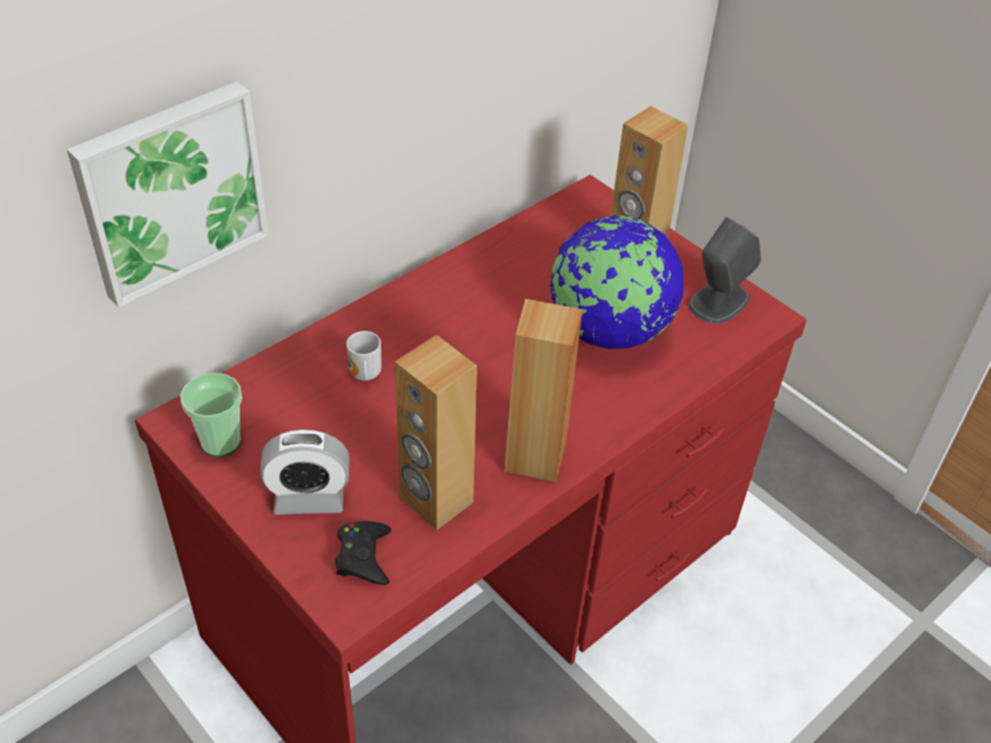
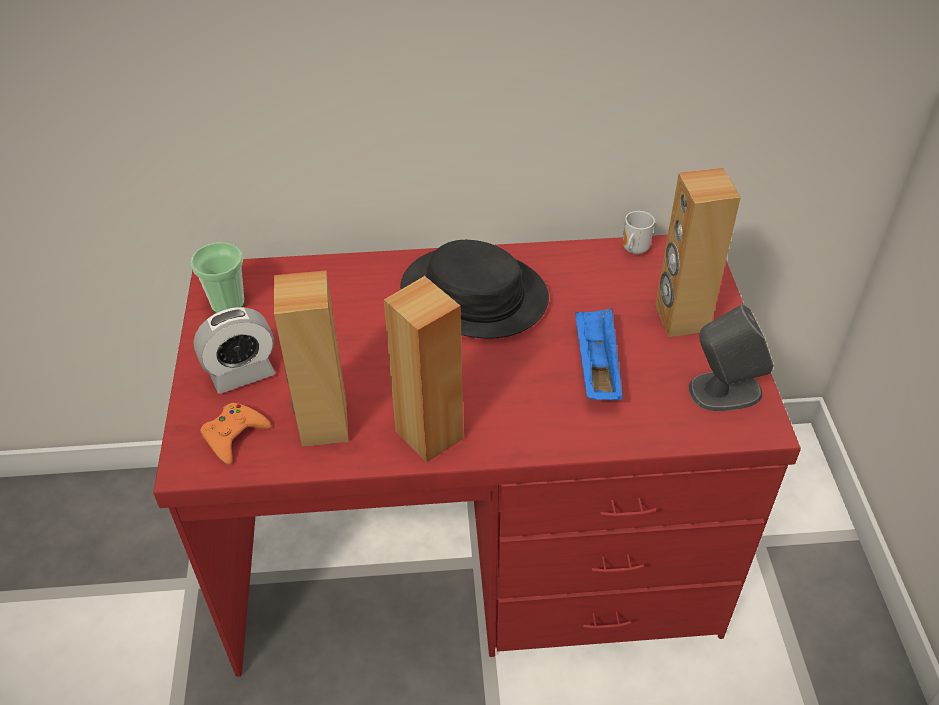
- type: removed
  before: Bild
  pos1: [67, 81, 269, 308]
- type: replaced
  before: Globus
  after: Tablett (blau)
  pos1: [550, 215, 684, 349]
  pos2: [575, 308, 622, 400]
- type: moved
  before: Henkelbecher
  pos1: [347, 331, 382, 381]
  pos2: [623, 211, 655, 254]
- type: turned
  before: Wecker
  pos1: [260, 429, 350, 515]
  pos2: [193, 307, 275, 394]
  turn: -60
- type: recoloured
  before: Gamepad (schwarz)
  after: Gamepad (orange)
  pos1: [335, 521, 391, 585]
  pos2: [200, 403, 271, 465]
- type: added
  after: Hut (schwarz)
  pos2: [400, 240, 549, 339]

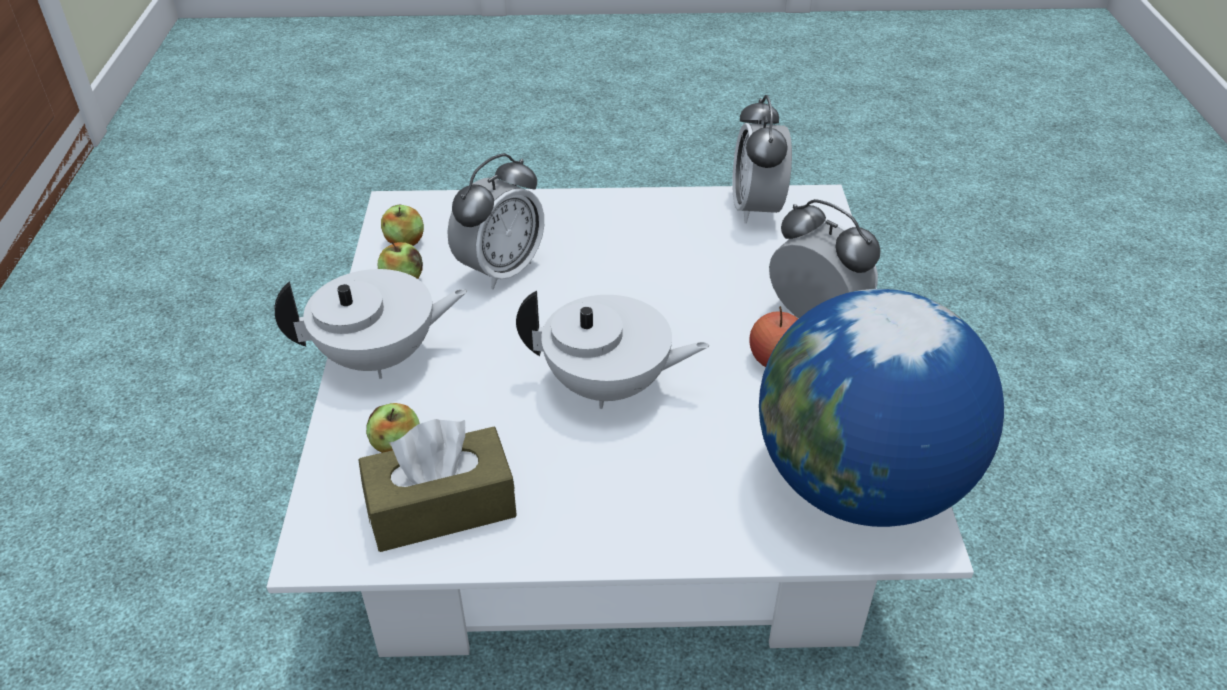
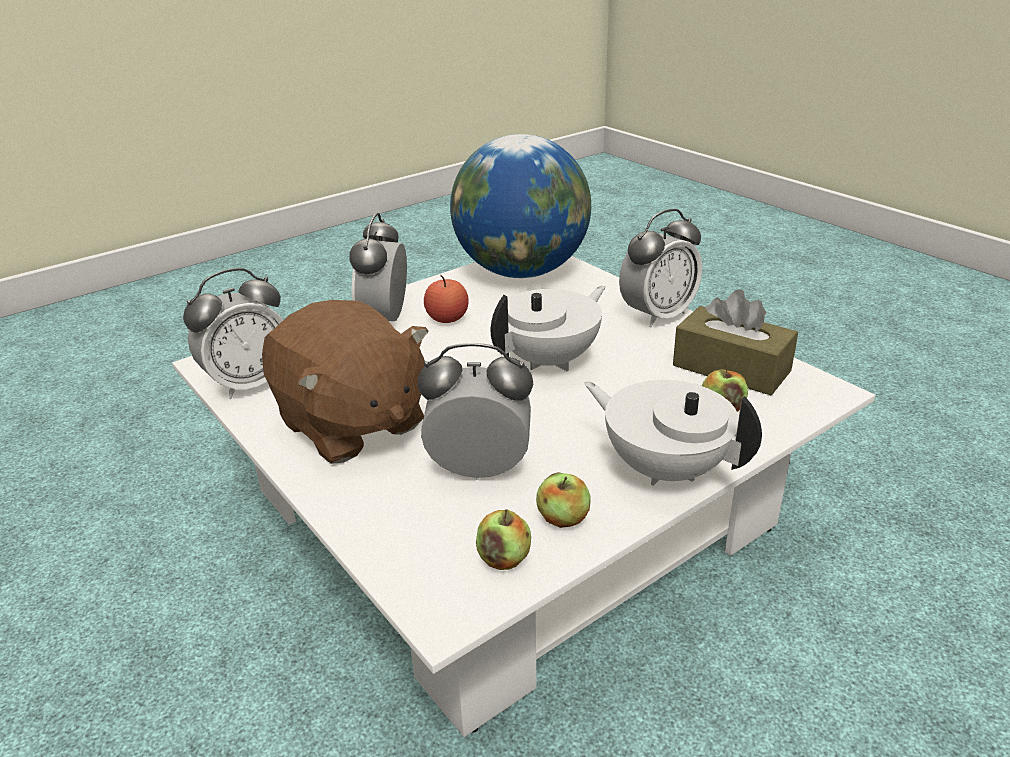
- type: turned
  before: Teekanne (weiß)
  pos1: [516, 291, 709, 409]
  pos2: [491, 286, 605, 371]
  turn: 75
- type: added
  after: Wecker
  pos2: [619, 209, 702, 328]
- type: added
  after: Plüschtier (braun)
  pos2: [262, 300, 428, 464]

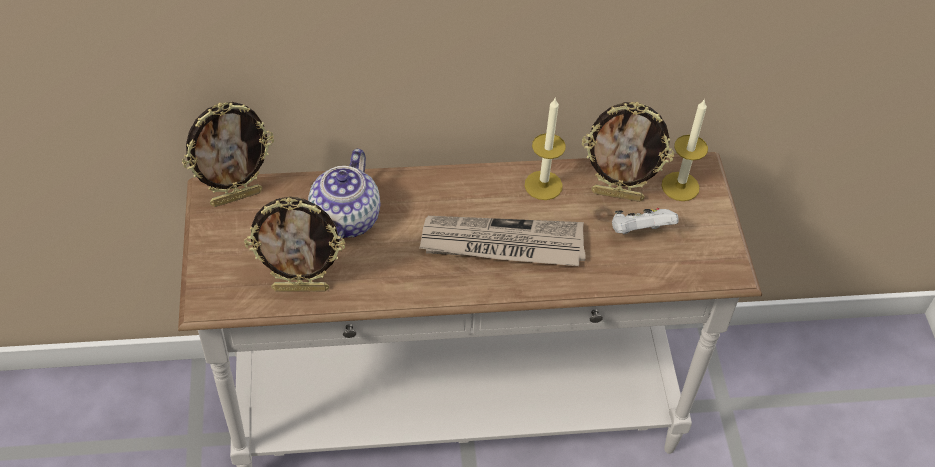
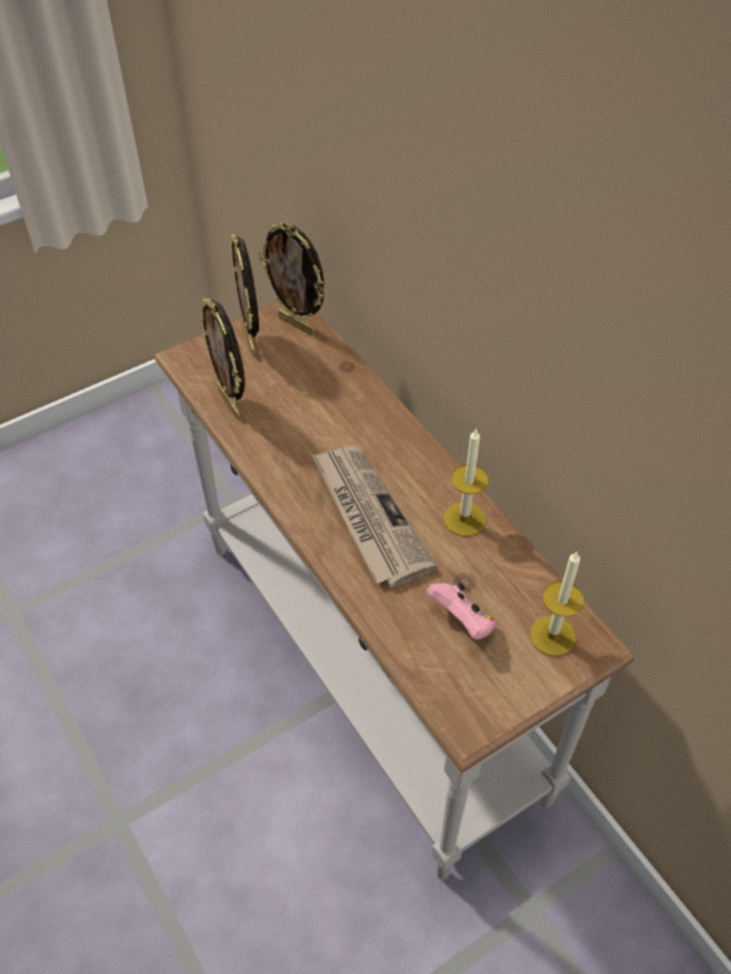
- type: moved
  before: Bilderrahmen
  pos1: [582, 102, 674, 202]
  pos2: [231, 234, 259, 356]
- type: removed
  before: Teekanne
  pos1: [308, 149, 380, 240]
- type: recoloured
  before: Gamepad (weiß)
  after: Gamepad (rosa)
  pos1: [612, 208, 679, 234]
  pos2: [426, 583, 496, 640]

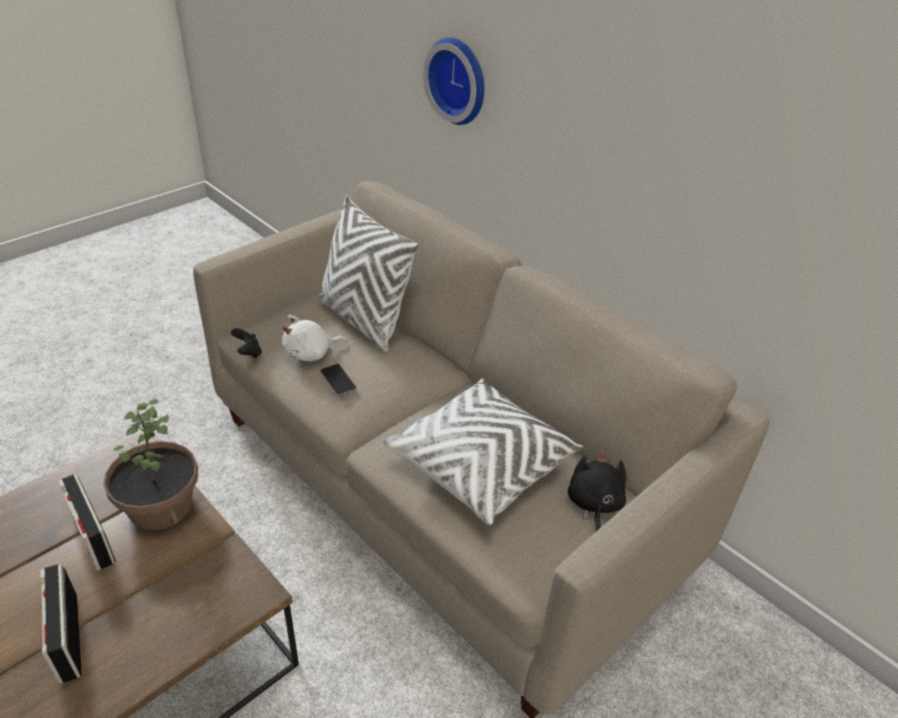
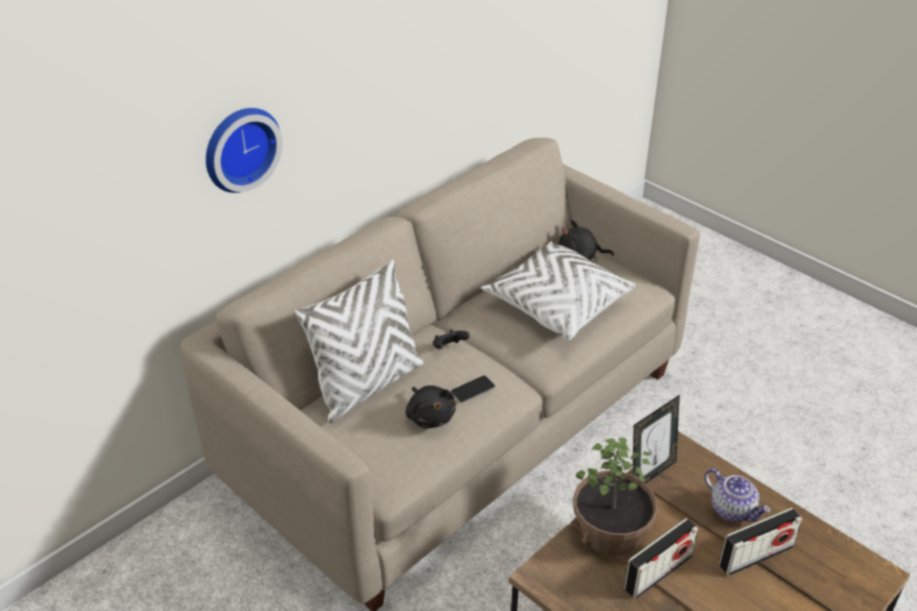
- type: recoloured
  before: Plüschtier (weiß)
  after: Plüschtier (schwarz)
  pos1: [282, 315, 347, 361]
  pos2: [406, 385, 456, 428]
- type: moved
  before: Gamepad (schwarz)
  pos1: [231, 328, 262, 358]
  pos2: [433, 329, 470, 349]
- type: added
  after: Bilderrahmen
  pos2: [633, 395, 680, 483]
- type: added
  after: Teekanne
  pos2: [704, 468, 771, 522]

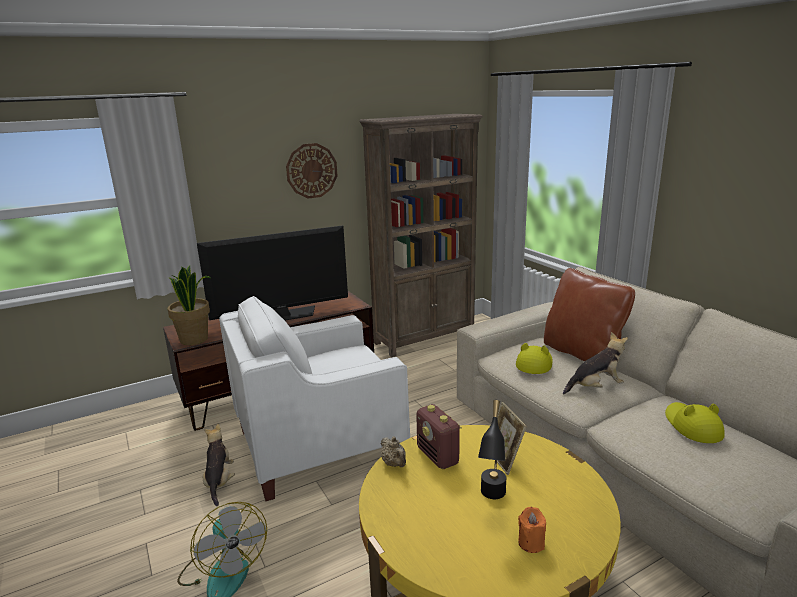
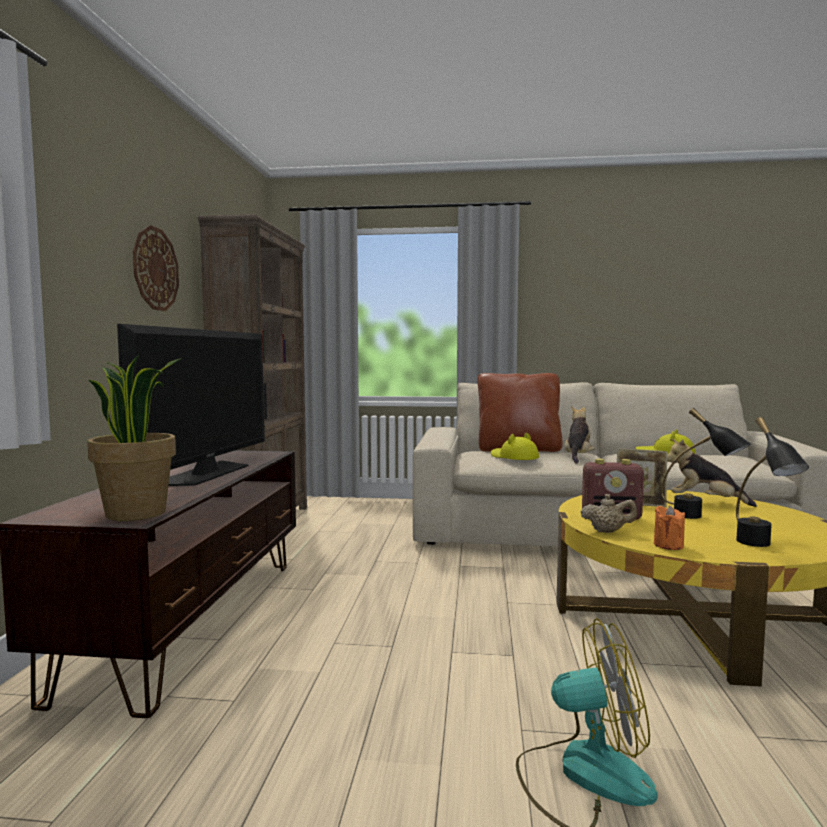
- type: removed
  before: Sessel (weiß)
  pos1: [219, 296, 410, 501]
- type: moved
  before: Plüschtier
  pos1: [203, 424, 235, 506]
  pos2: [667, 439, 757, 507]
- type: moved
  before: Kerze (orange)
  pos1: [518, 507, 546, 553]
  pos2: [654, 505, 685, 550]
- type: added
  after: Tischlampe (schwarz)
  pos2: [736, 417, 809, 547]

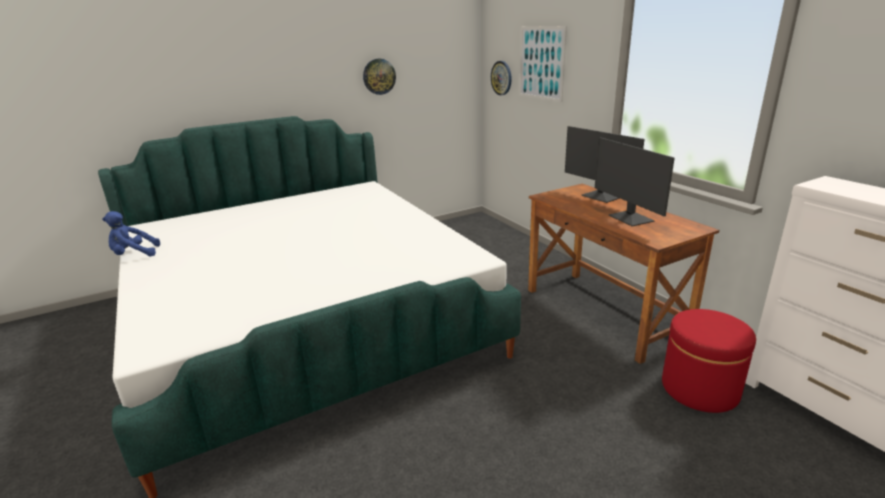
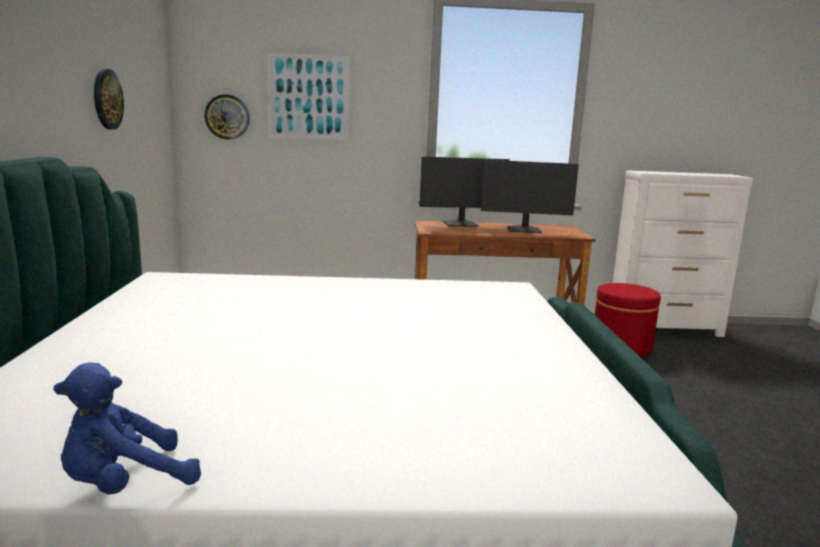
- type: turned
  before: Plüschtier (blau)
  pos1: [102, 211, 160, 256]
  pos2: [53, 363, 201, 495]
  turn: 45

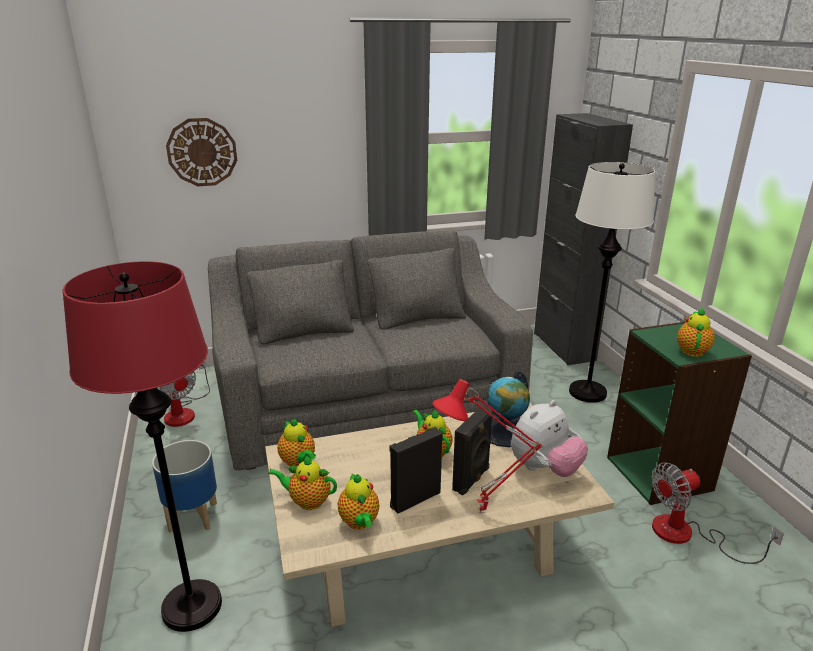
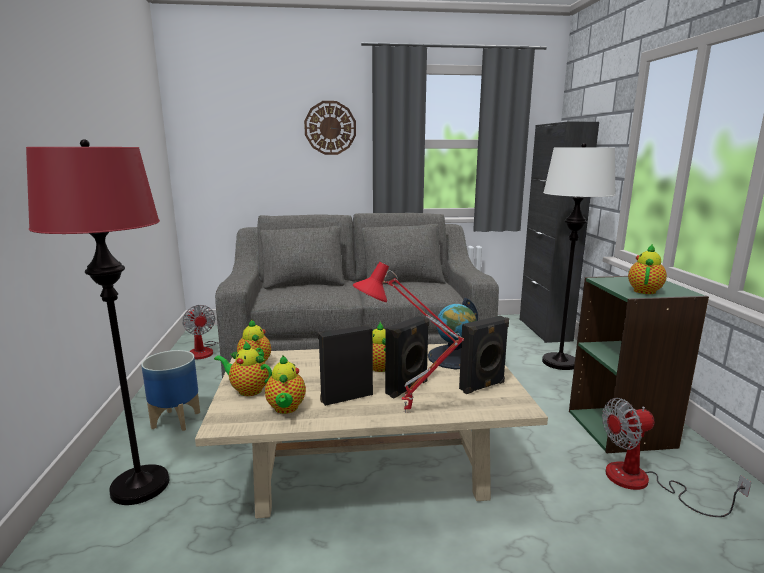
- type: moved
  before: Wanduhr
  pos1: [166, 118, 237, 186]
  pos2: [304, 101, 356, 155]
- type: replaced
  before: Plüschtier
  after: Lautsprecher (schwarz)
  pos1: [511, 400, 588, 477]
  pos2: [459, 316, 509, 394]

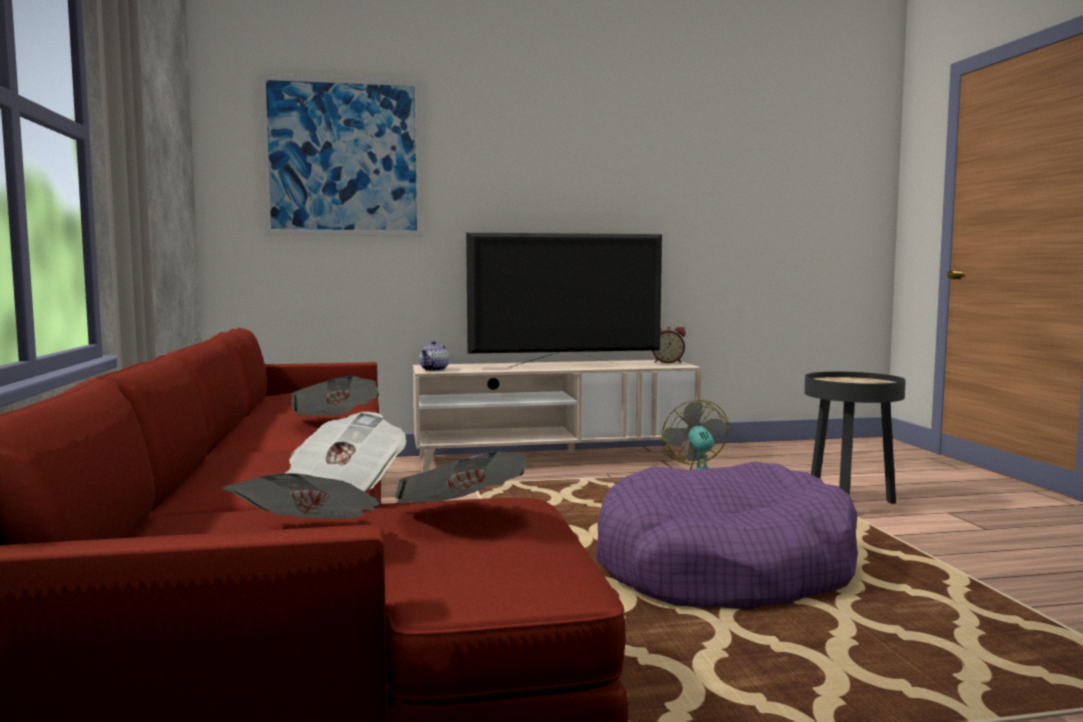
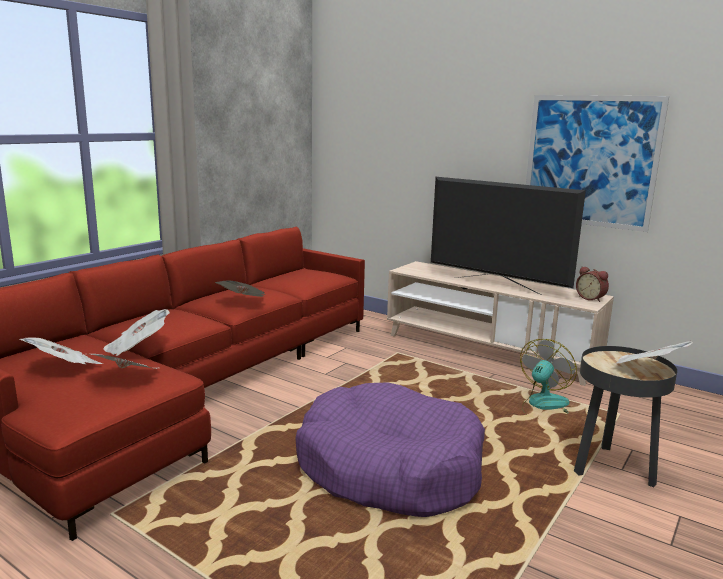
- type: moved
  before: Bild
  pos1: [259, 73, 423, 236]
  pos2: [526, 95, 669, 232]
- type: removed
  before: Teekanne
  pos1: [419, 341, 449, 371]
- type: added
  after: Zeitung
  pos2: [616, 341, 693, 364]

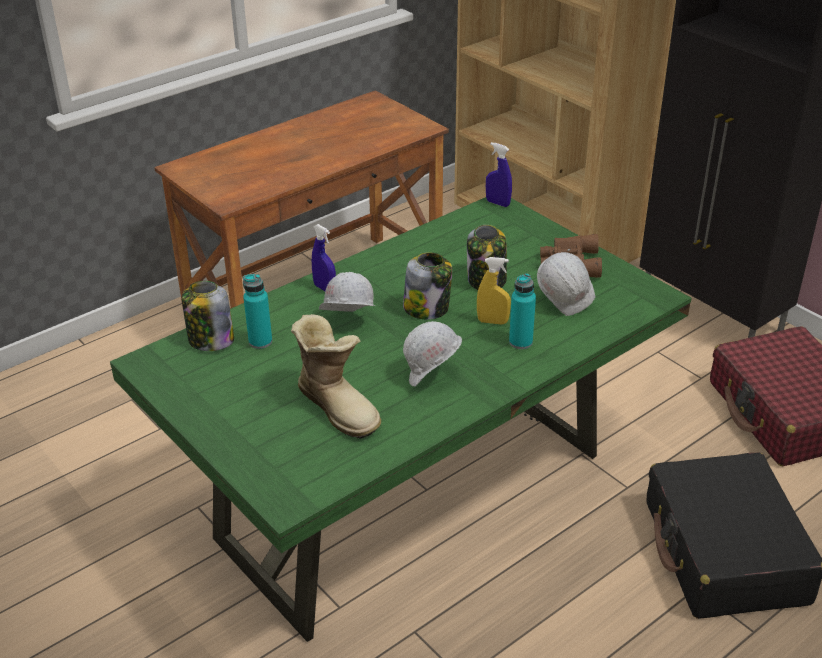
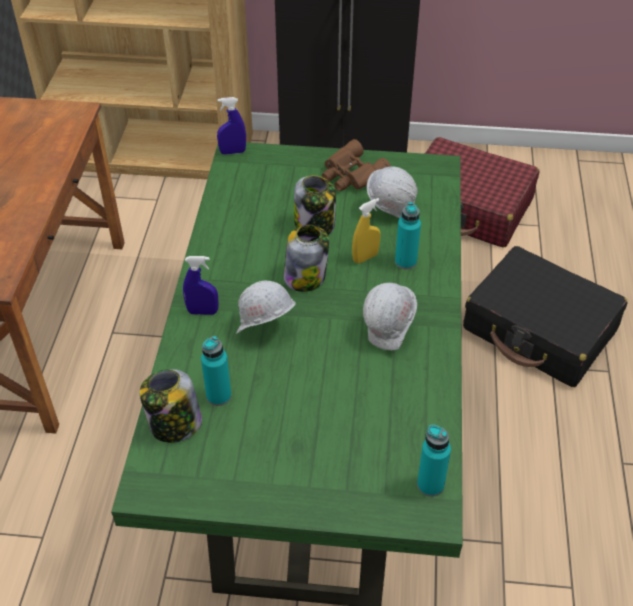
- type: removed
  before: Stiefel
  pos1: [291, 314, 381, 439]
- type: added
  after: Flasche (türkis)
  pos2: [417, 424, 451, 497]

